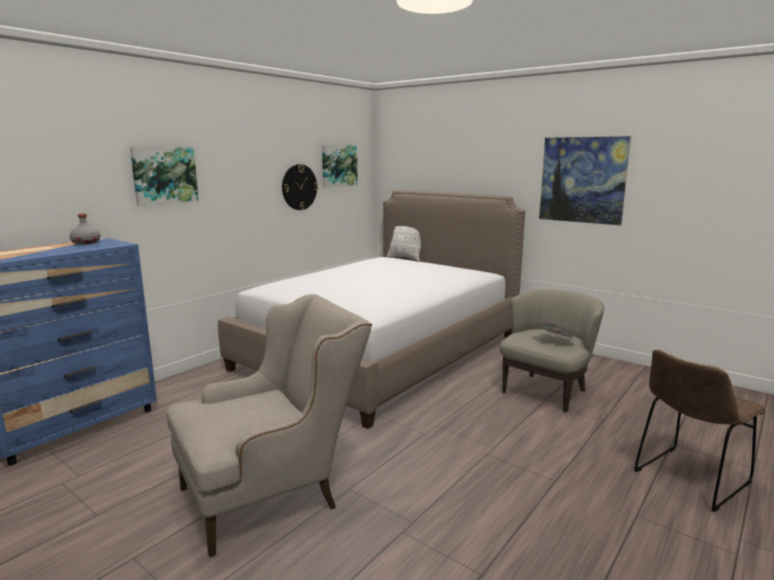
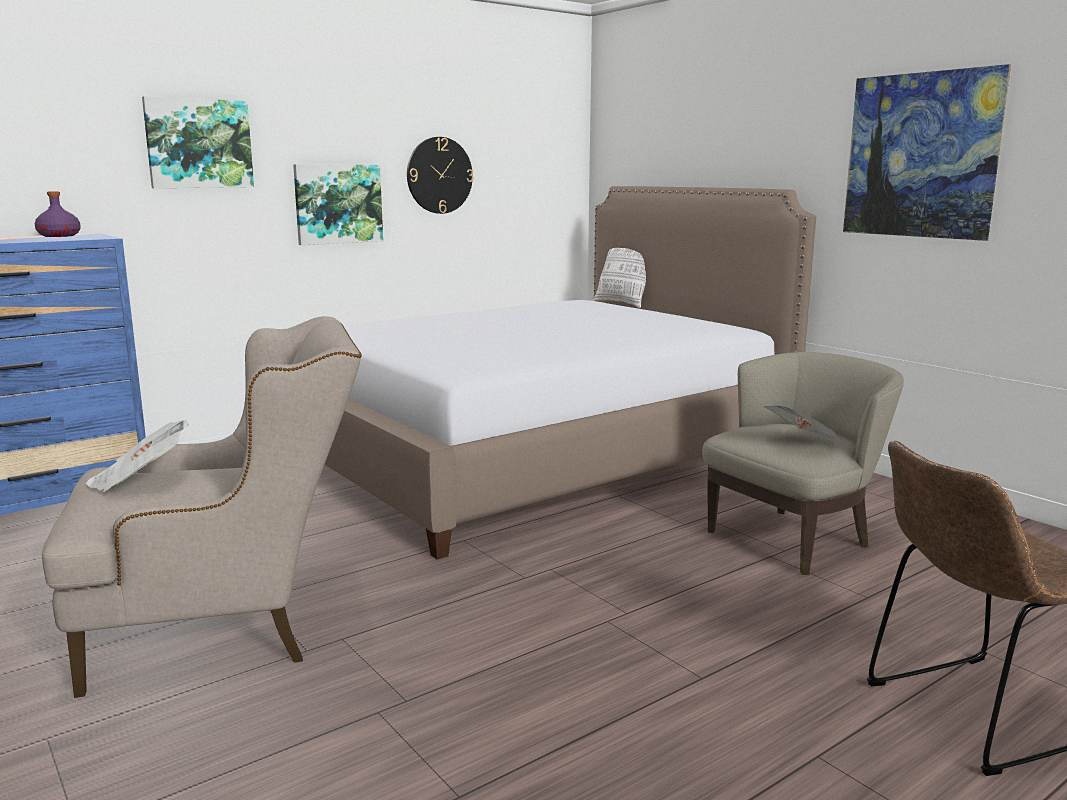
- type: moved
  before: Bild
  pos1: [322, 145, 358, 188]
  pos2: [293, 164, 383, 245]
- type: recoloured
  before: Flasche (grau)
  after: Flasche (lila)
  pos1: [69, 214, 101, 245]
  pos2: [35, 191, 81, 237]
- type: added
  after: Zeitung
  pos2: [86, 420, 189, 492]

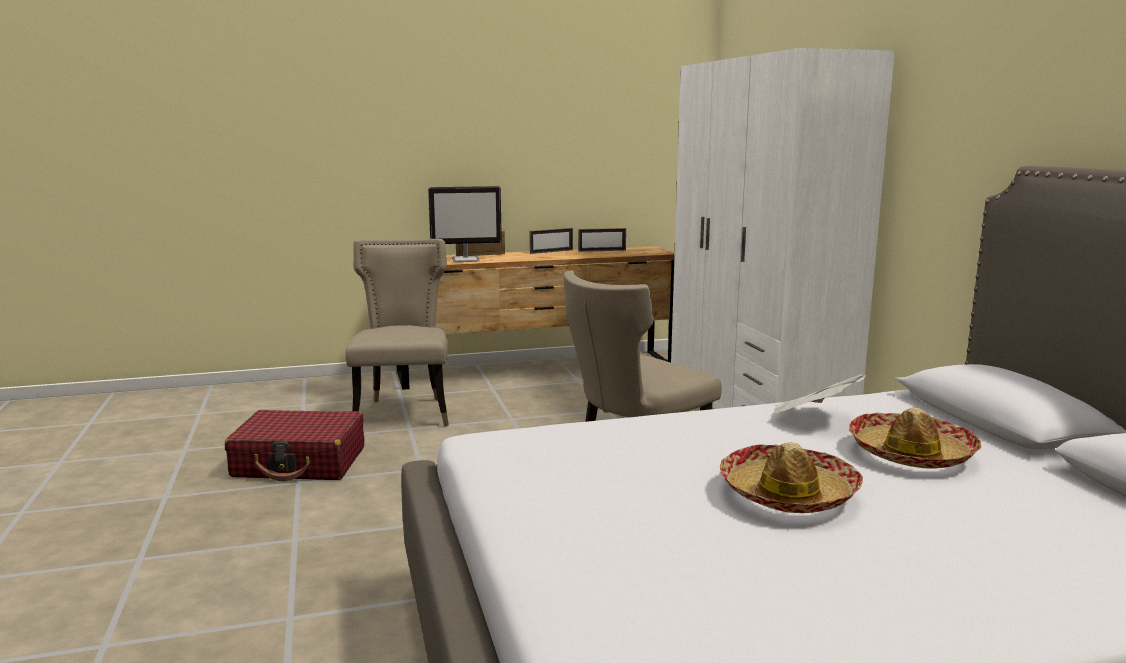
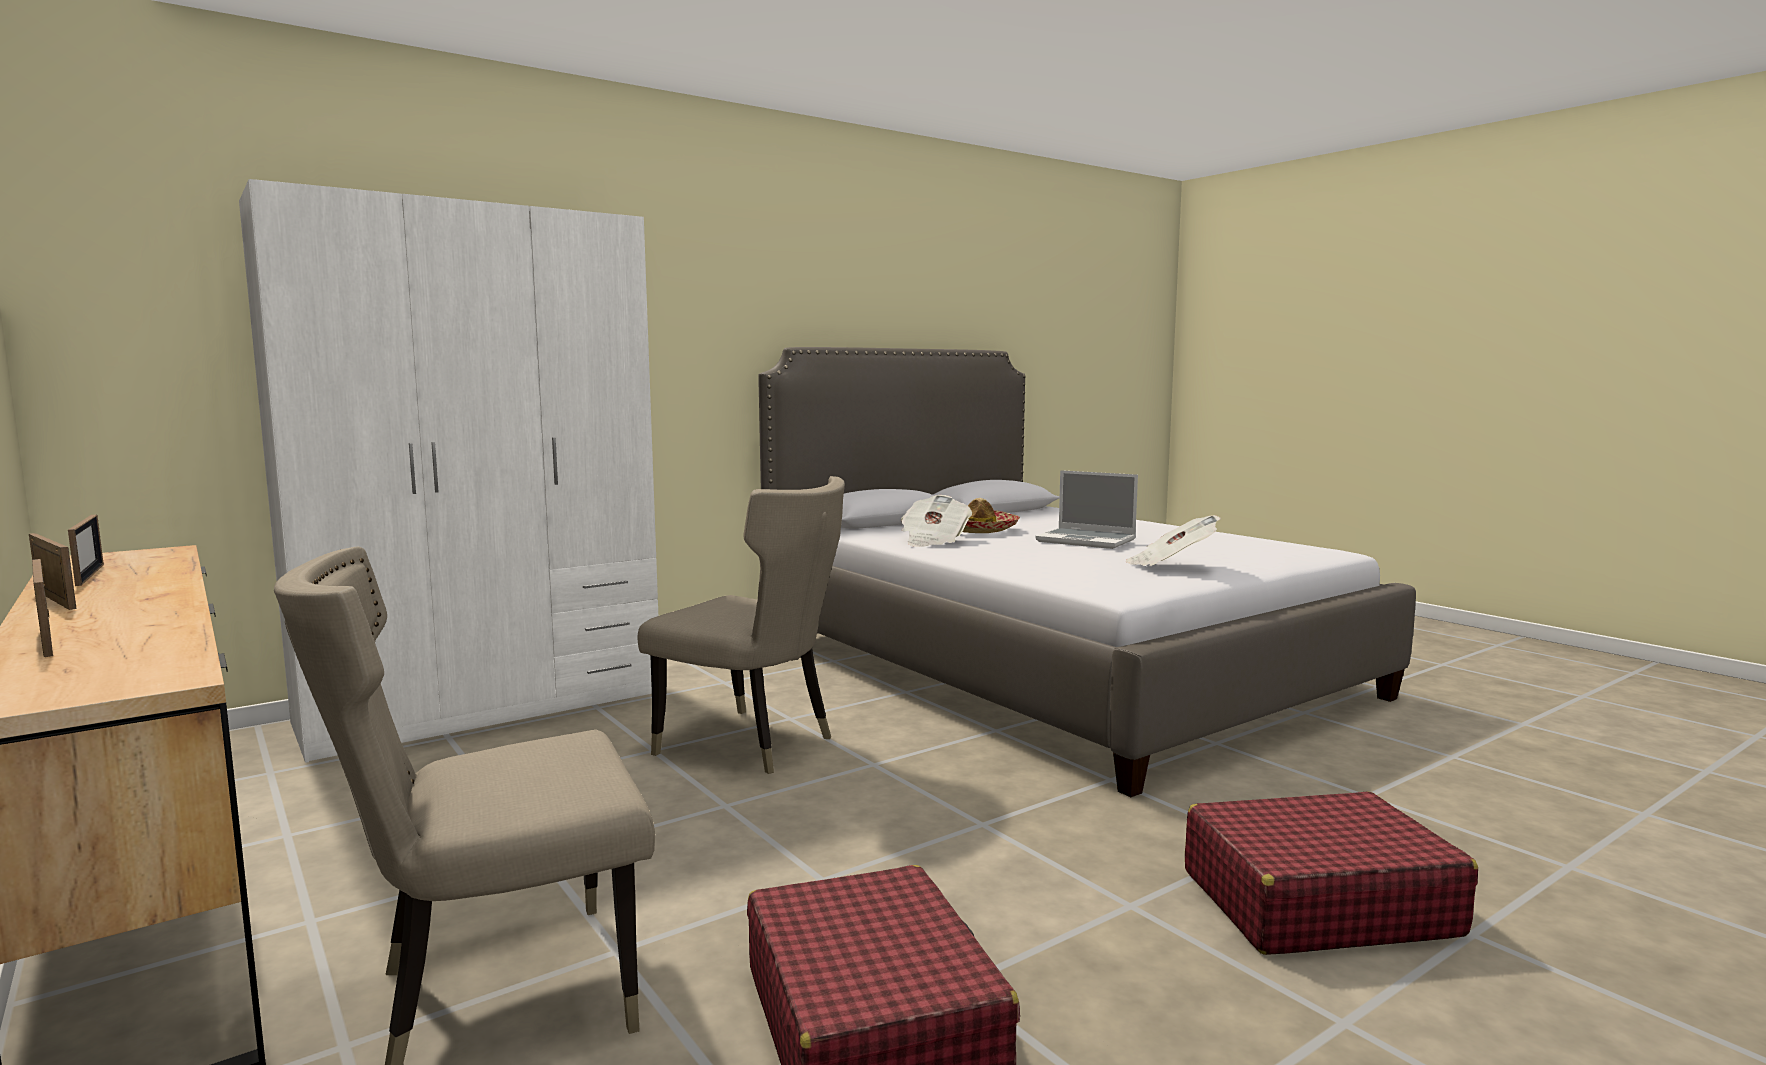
- type: removed
  before: Monitor
  pos1: [428, 186, 502, 262]
- type: replaced
  before: Hut
  after: Laptop
  pos1: [720, 442, 863, 513]
  pos2: [1036, 470, 1138, 549]
- type: added
  after: Zeitung
  pos2: [1126, 515, 1221, 566]
- type: added
  after: Koffer (rot)
  pos2: [1185, 791, 1478, 955]

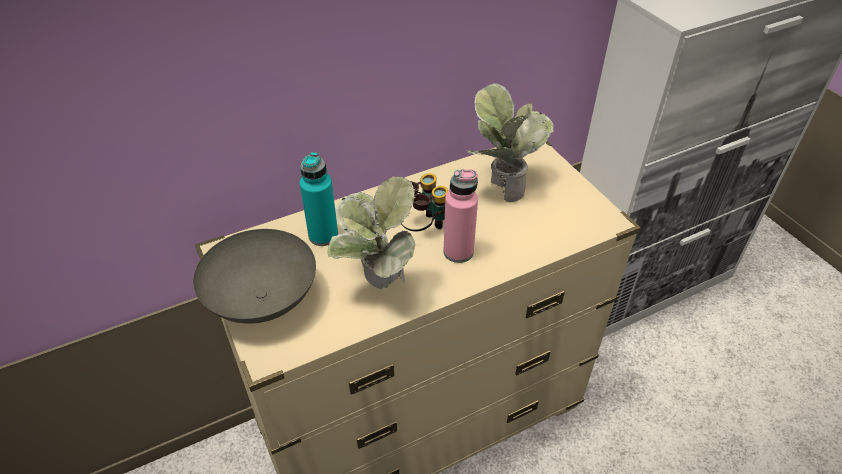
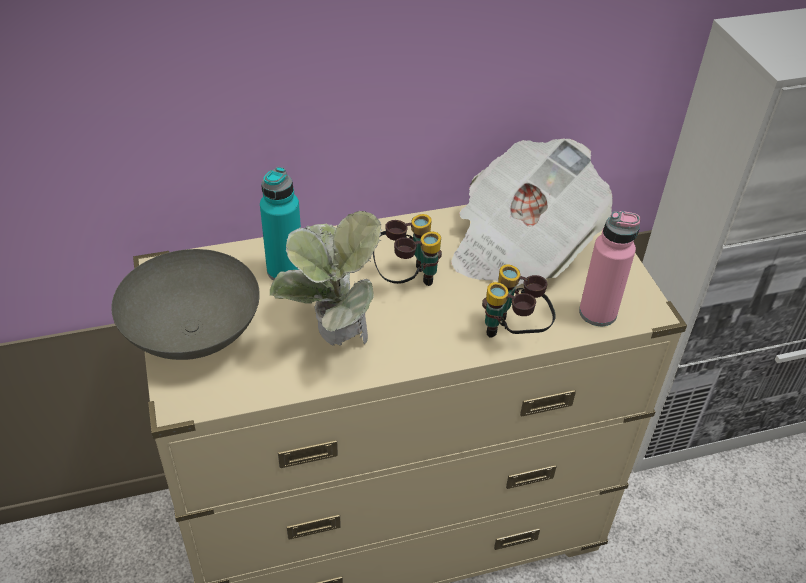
- type: replaced
  before: Topfpflanze
  after: Zeitung
  pos1: [466, 83, 554, 202]
  pos2: [451, 138, 613, 286]
- type: moved
  before: Flasche (rosa)
  pos1: [443, 169, 478, 263]
  pos2: [579, 211, 640, 326]
- type: added
  after: Fernglas
  pos2: [482, 265, 556, 338]

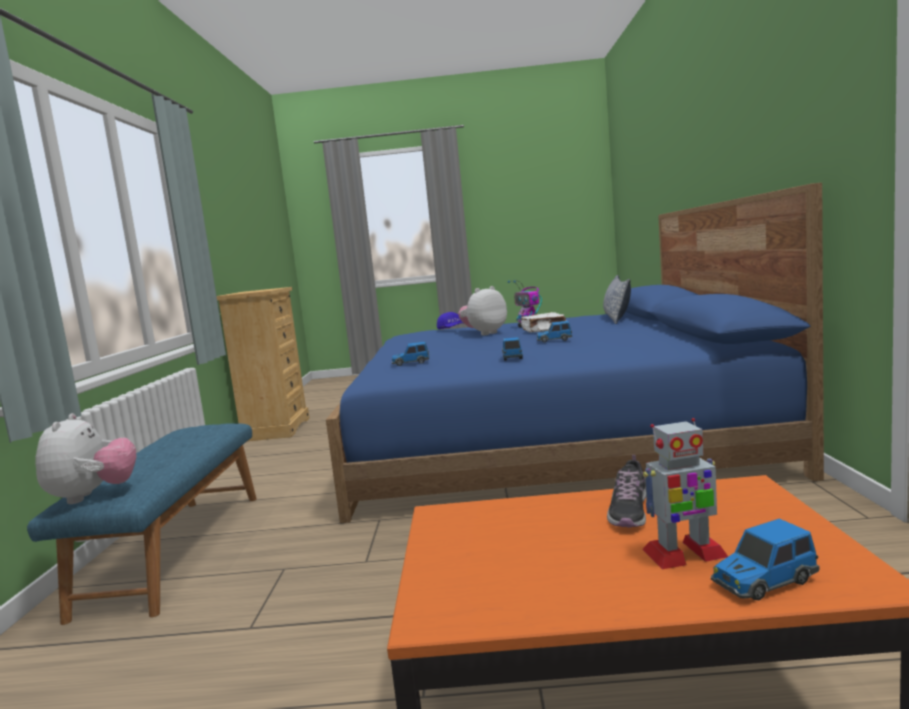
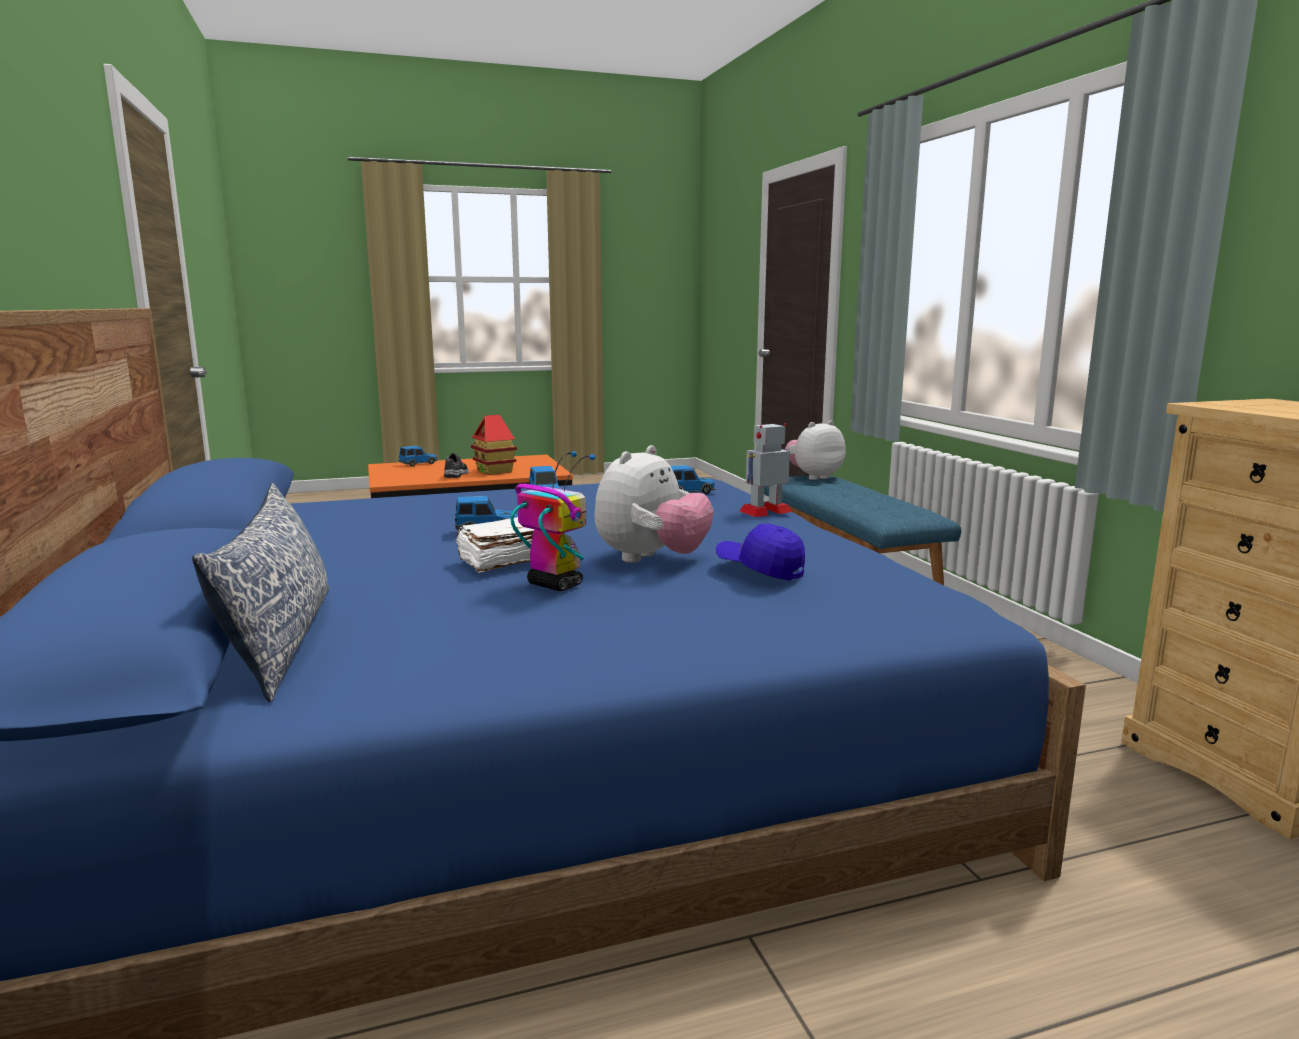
- type: turned
  before: Plüschtier
  pos1: [35, 413, 137, 504]
  pos2: [785, 420, 845, 480]
  turn: 90
- type: moved
  before: Spielzeugroboter
  pos1: [642, 418, 728, 569]
  pos2: [739, 423, 793, 517]
- type: added
  after: Spielzeughaus
  pos2: [471, 415, 517, 475]

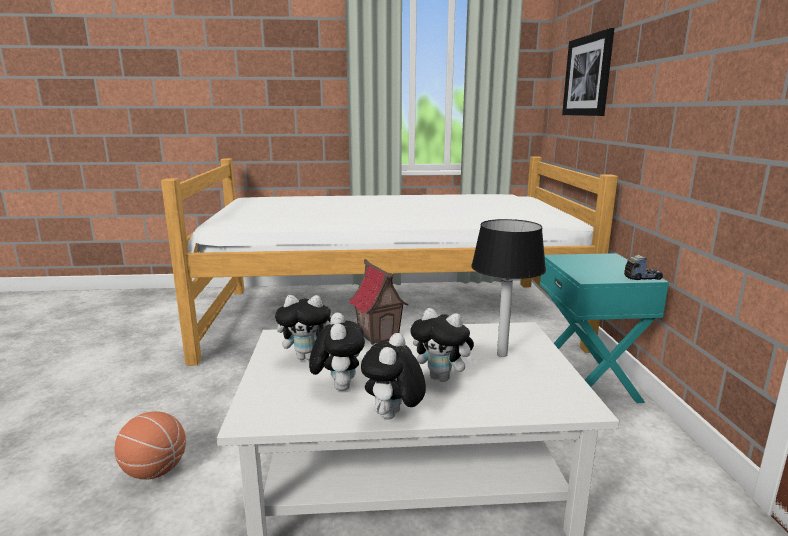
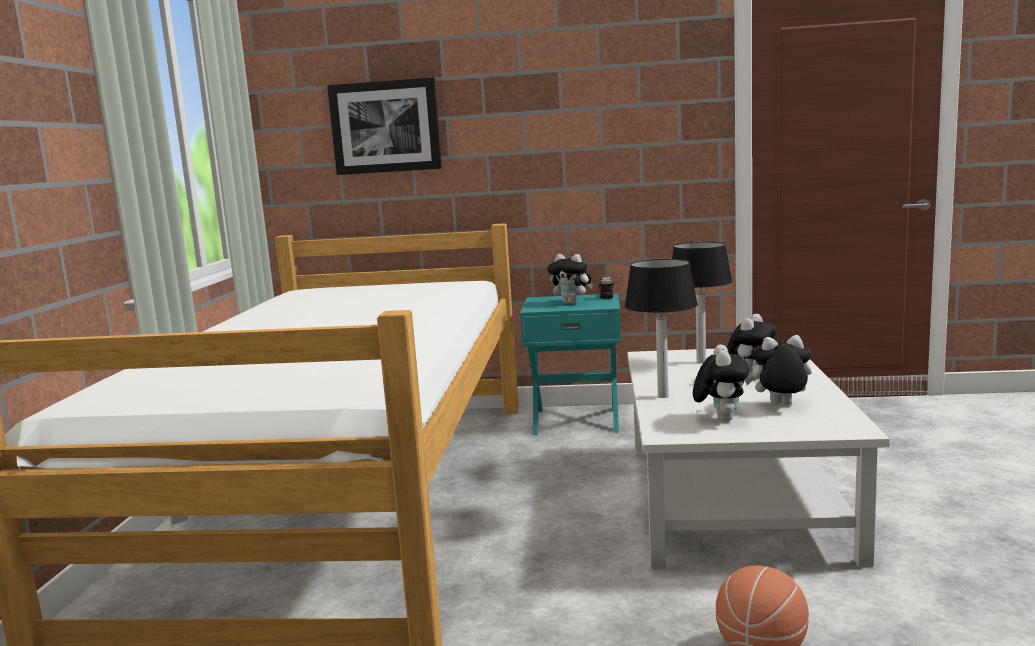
- type: replaced
  before: Spielzeughaus
  after: Tischlampe
  pos1: [349, 259, 409, 345]
  pos2: [625, 259, 698, 398]
- type: moved
  before: Plüschtier
  pos1: [361, 333, 426, 419]
  pos2: [547, 254, 593, 304]

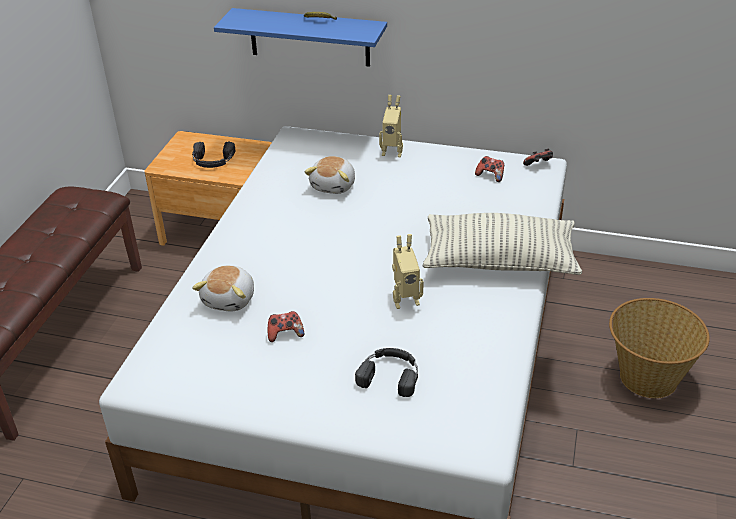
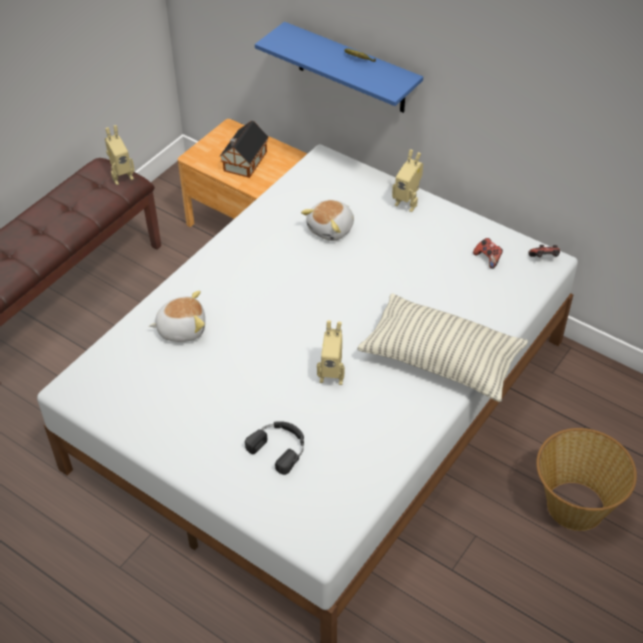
- type: replaced
  before: Kopfhörer (schwarz)
  after: Spielzeughaus
  pos1: [192, 142, 235, 168]
  pos2: [219, 121, 269, 178]
- type: turned
  before: Plüschtier
  pos1: [192, 265, 254, 311]
  pos2: [149, 291, 205, 342]
  turn: -135
- type: removed
  before: Gamepad
  pos1: [268, 311, 304, 342]
- type: added
  after: Spielzeugroboter
  pos2: [105, 125, 134, 185]

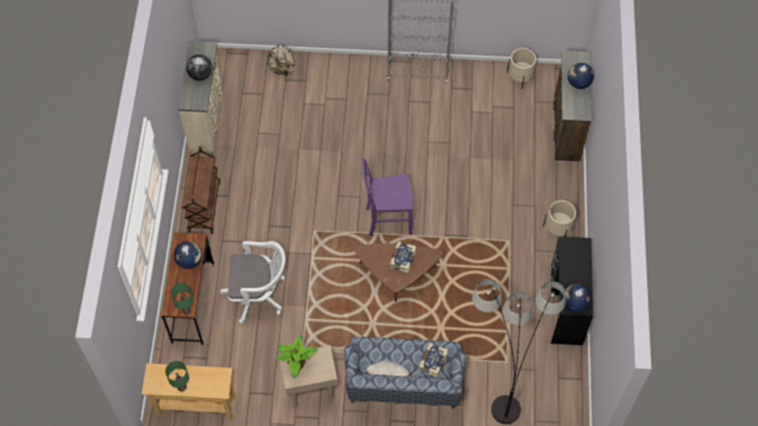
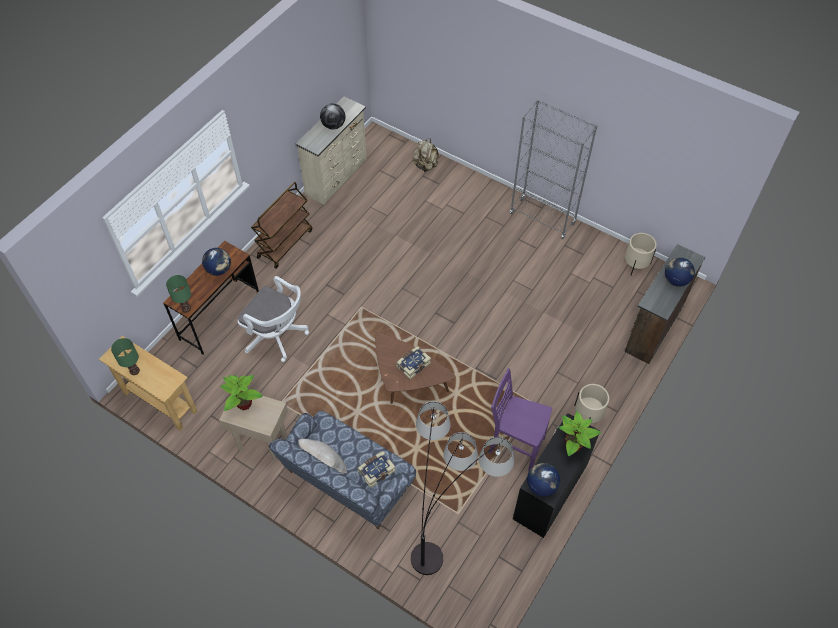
- type: moved
  before: Stuhl (lila)
  pos1: [362, 158, 413, 236]
  pos2: [488, 368, 552, 472]
- type: added
  after: Topfpflanze
  pos2: [559, 411, 601, 456]

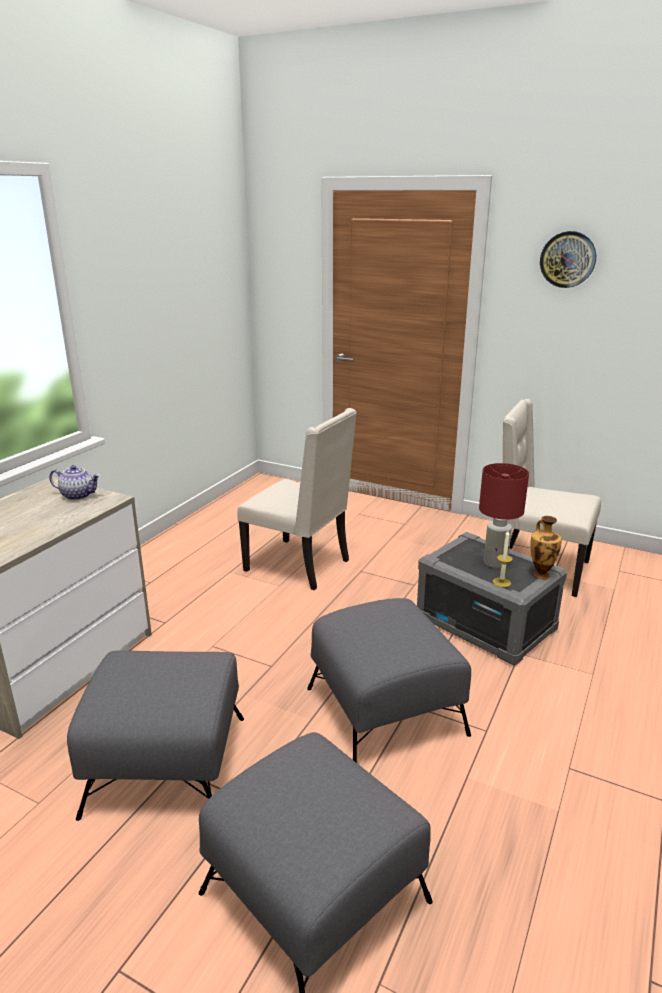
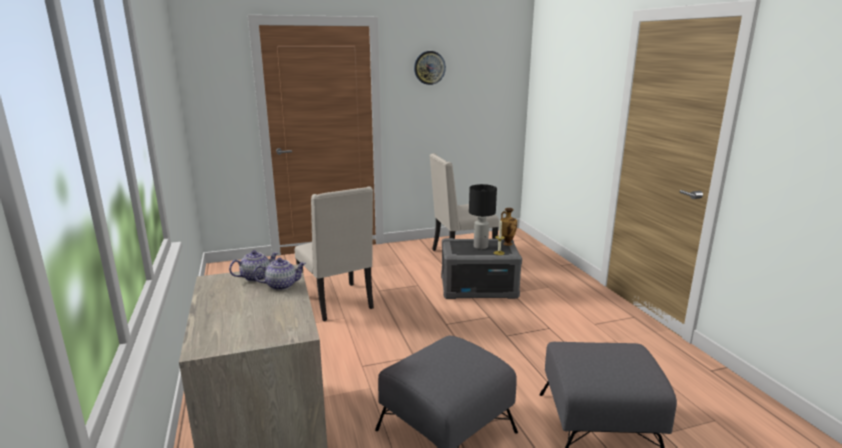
- type: turned
  before: Stuhl (beige)
  pos1: [237, 408, 357, 590]
  pos2: [295, 186, 374, 321]
  turn: 75
- type: recoloured
  before: Tischlampe (rot)
  after: Tischlampe (schwarz)
  pos1: [479, 463, 529, 568]
  pos2: [469, 184, 497, 249]
- type: removed
  before: Polsterhocker (grau)
  pos1: [307, 598, 471, 763]
- type: added
  after: Teekanne
  pos2: [253, 258, 306, 290]

